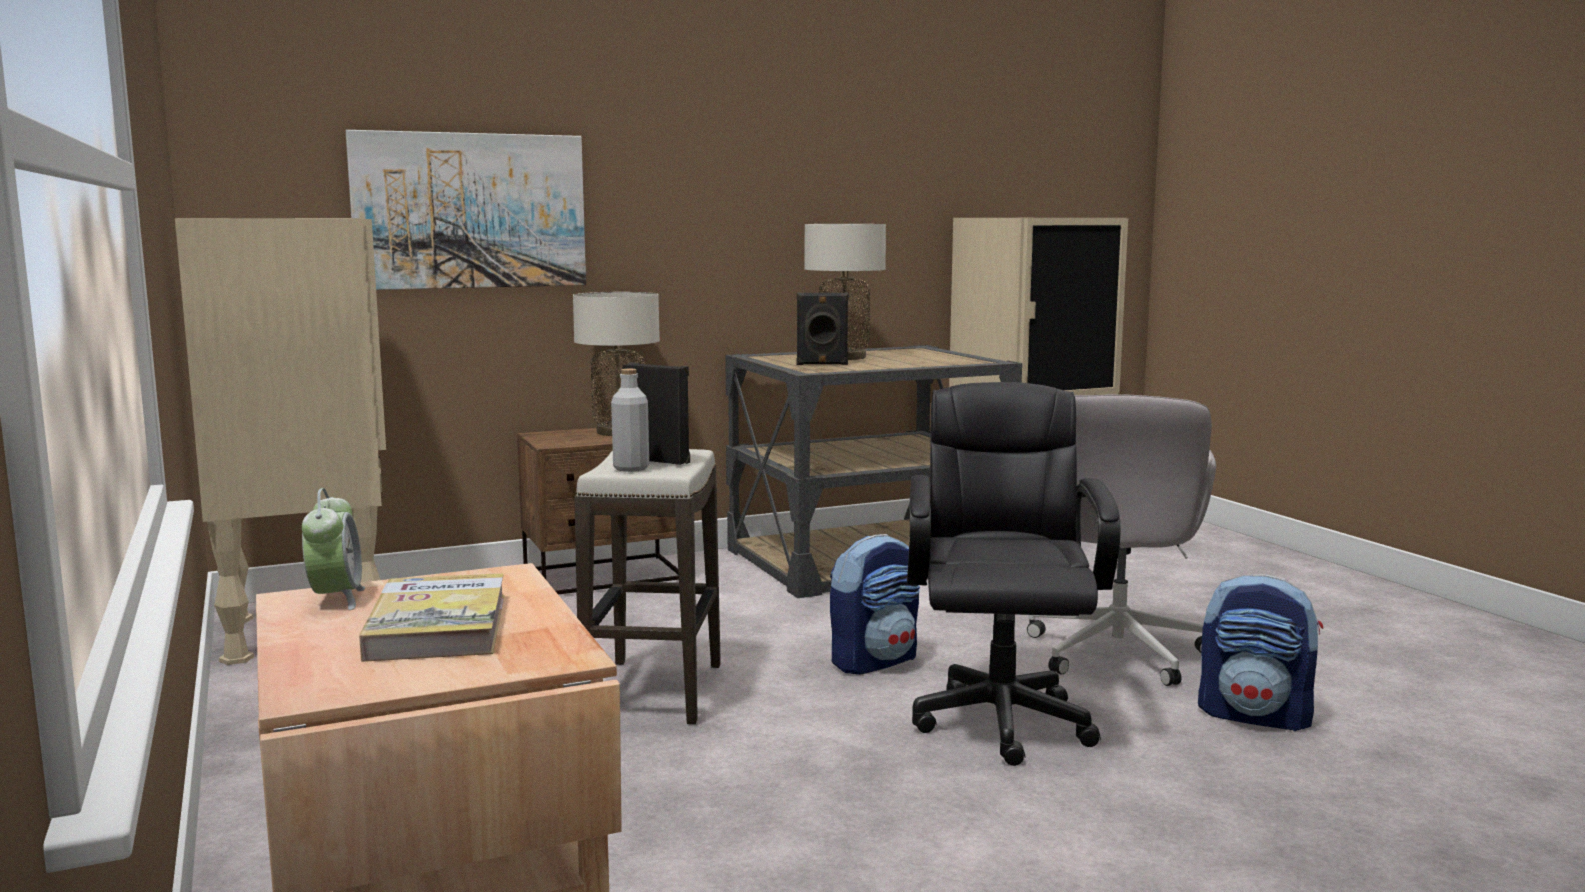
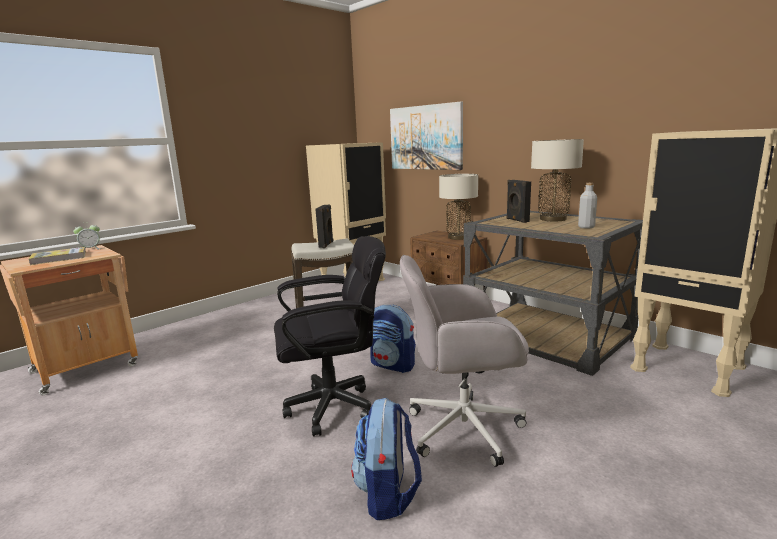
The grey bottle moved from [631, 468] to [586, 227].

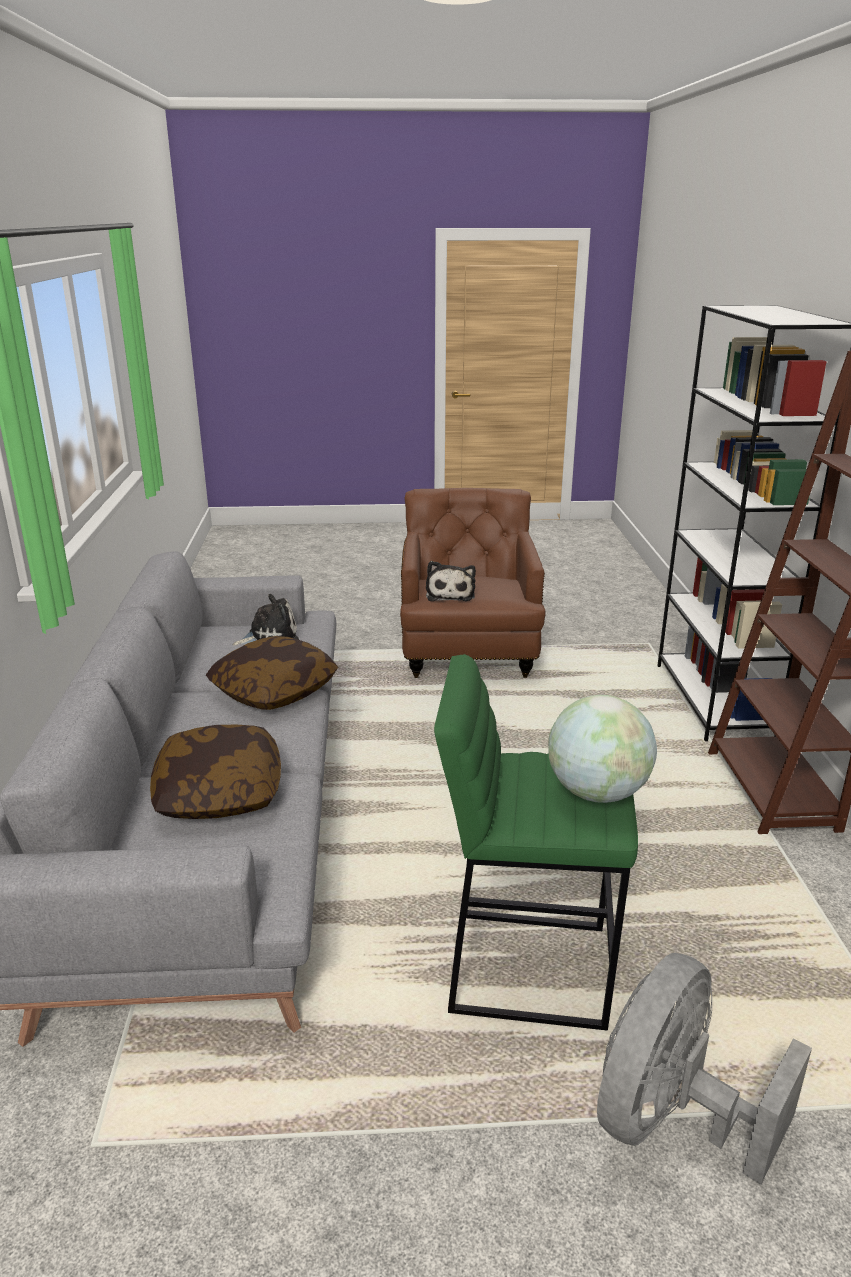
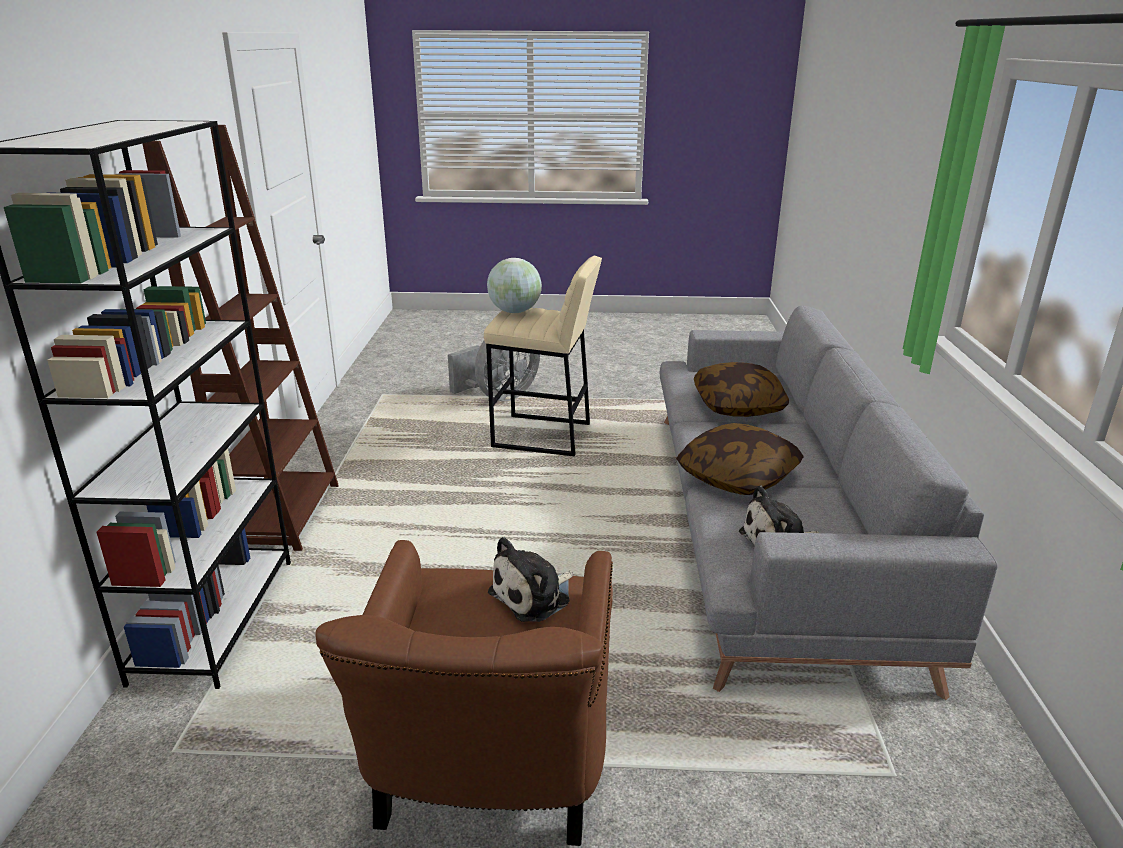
The green stool at [523, 968] became the beige stool at [544, 436].
The plush toy at [450, 594] turned 135 degrees counterclockwise.

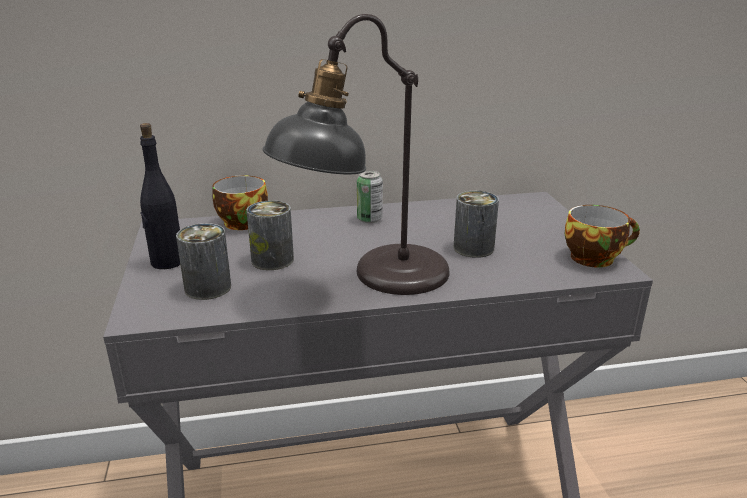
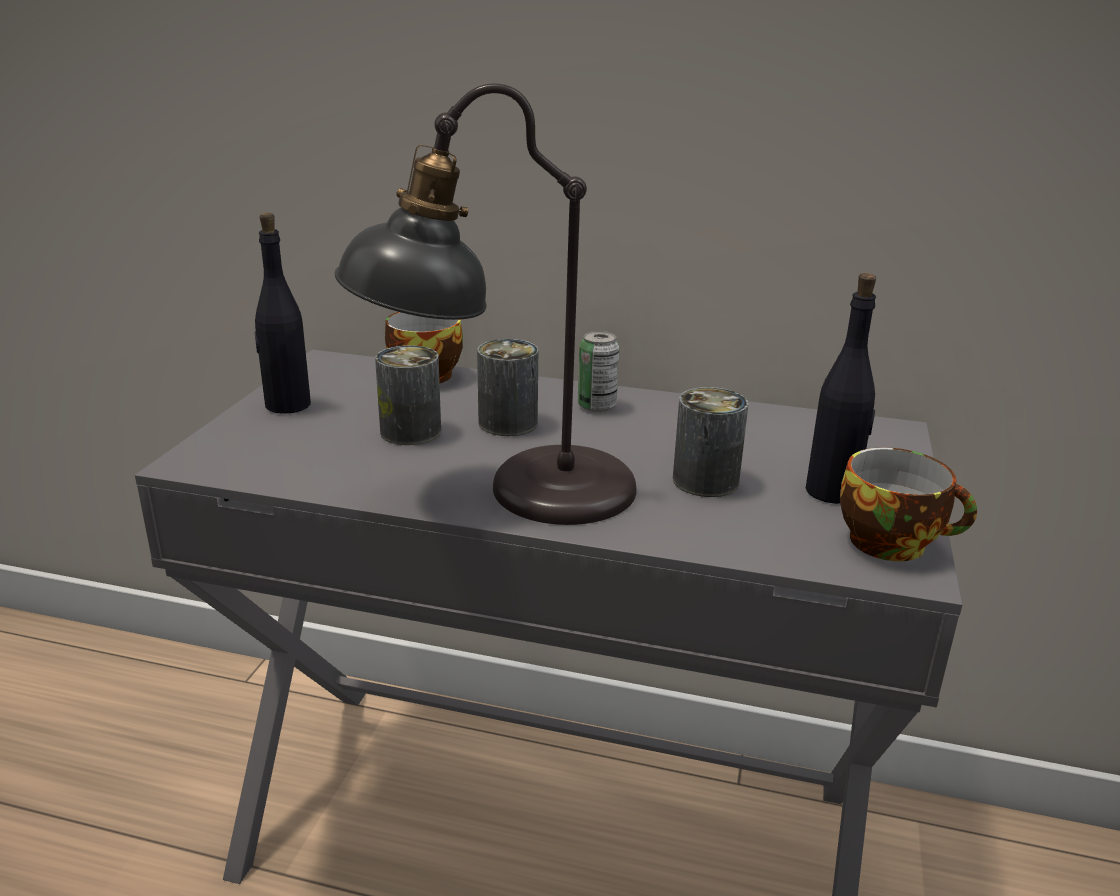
The black bottle at [832, 492] appeared.
The can moved from [208, 288] to [508, 423].

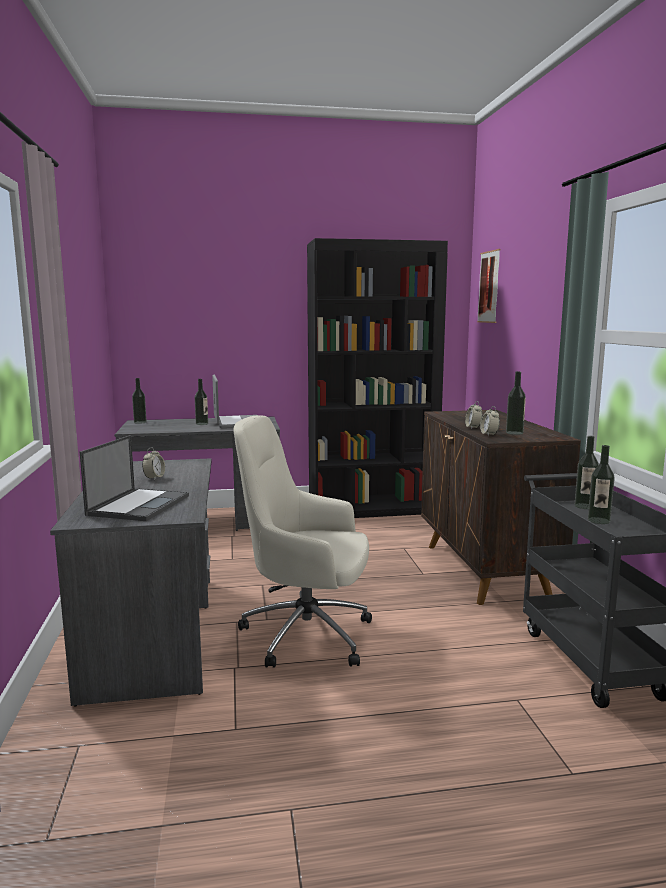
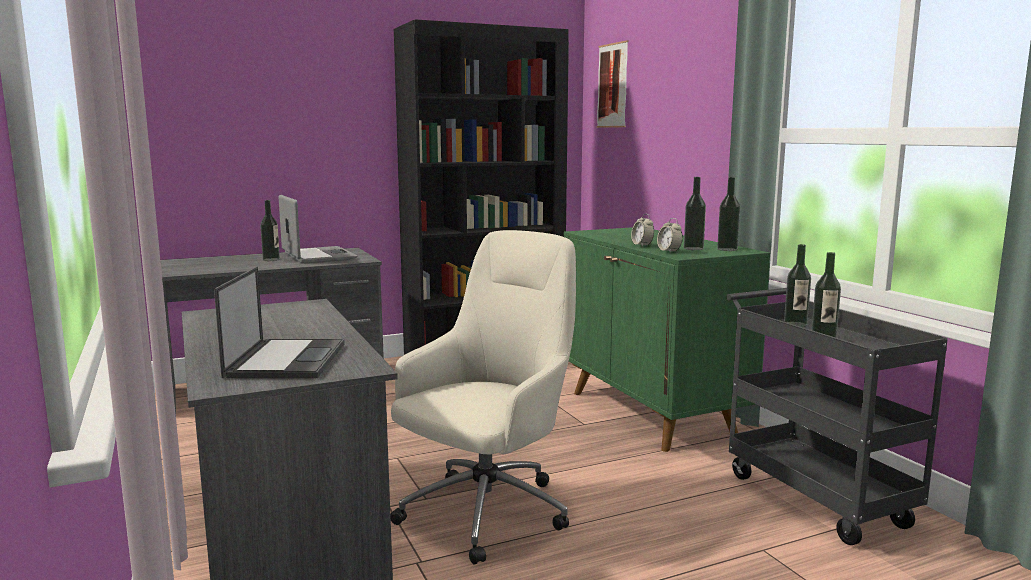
The alarm clock at [154, 478] disappeared.
The bottle moved from [140, 422] to [727, 249].
The brown cabinet at [485, 570] became the green cabinet at [651, 413].
The beige office chair at [306, 637] turned 135 degrees clockwise.

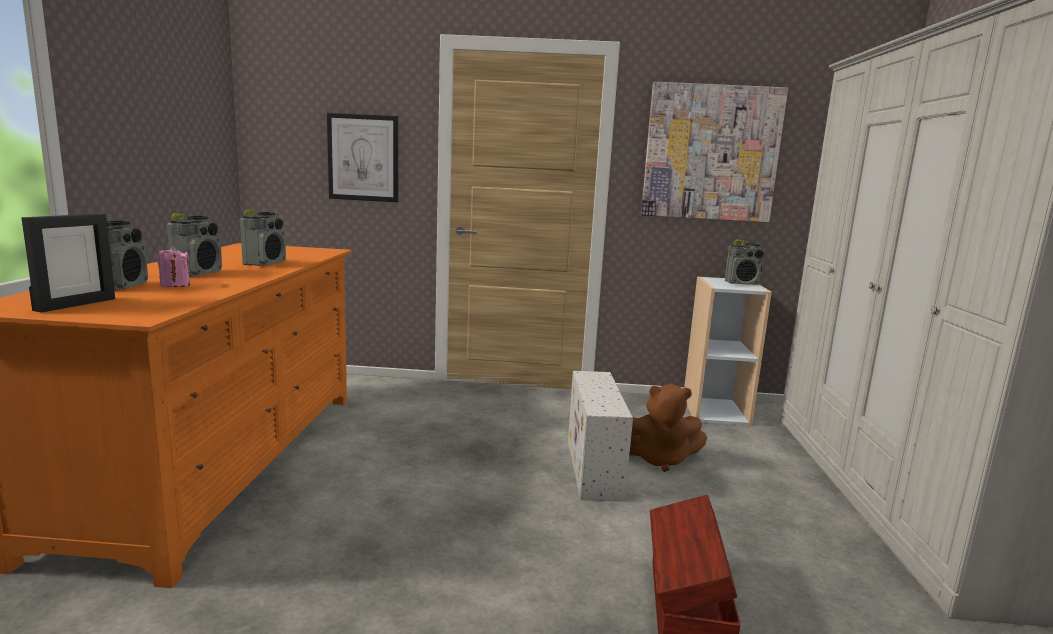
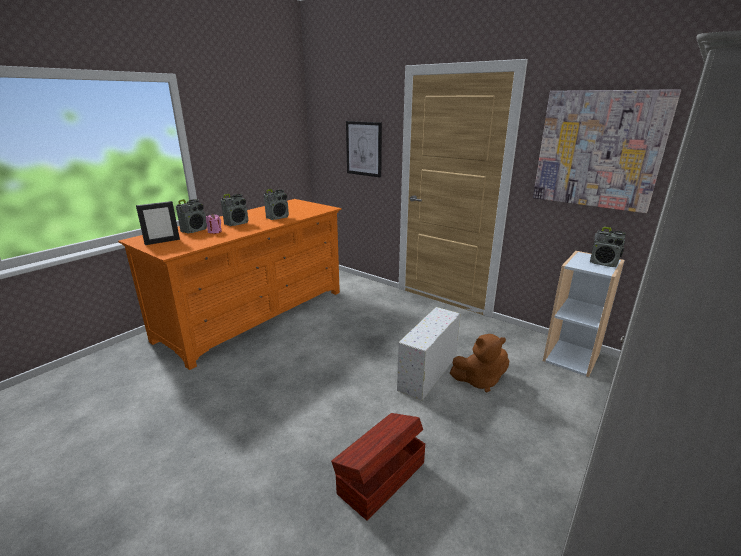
The brown plush toy at [659, 459] turned 45 degrees counterclockwise.

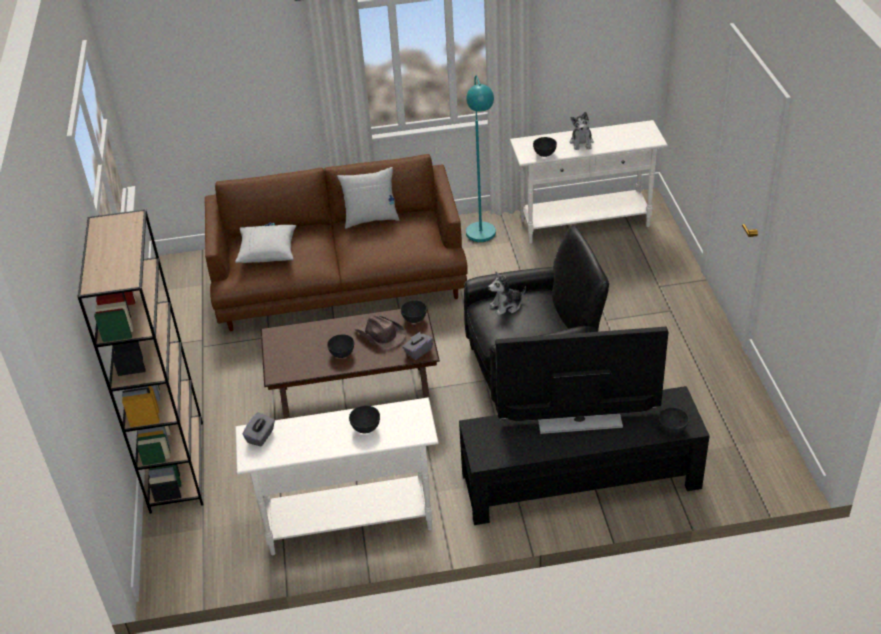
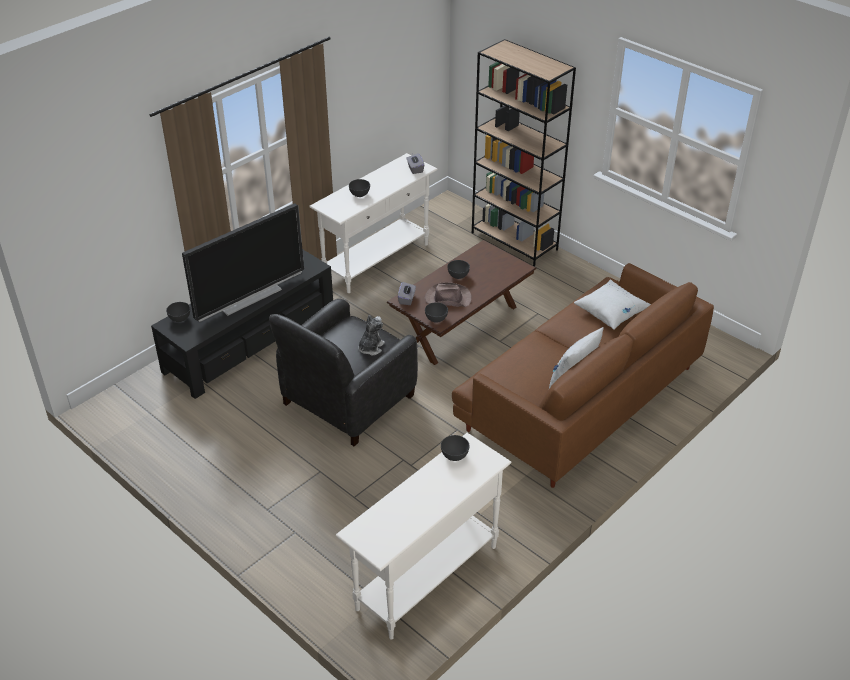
The turquoise floor lamp at [482, 239] disappeared.
The plush toy at [581, 142] disappeared.

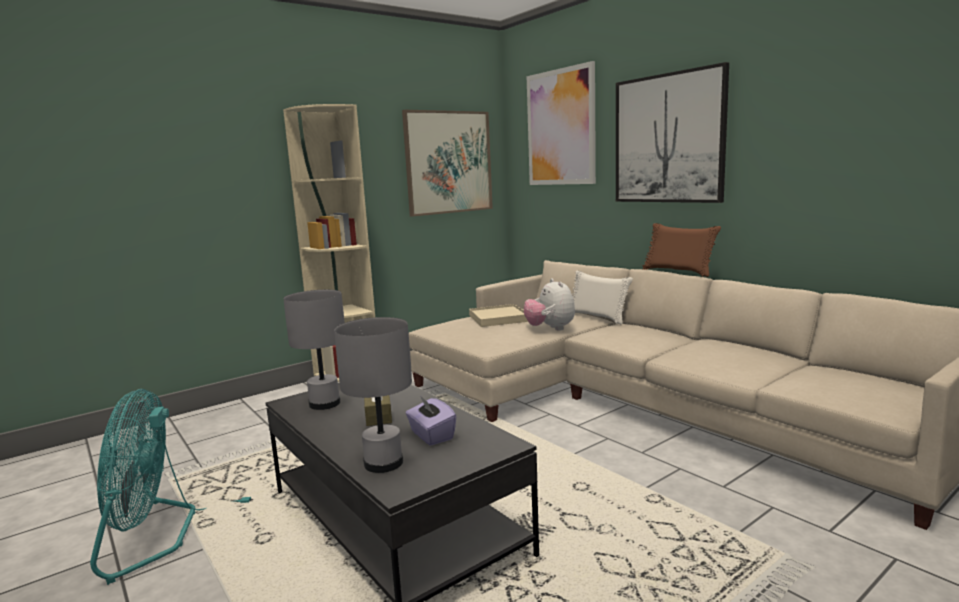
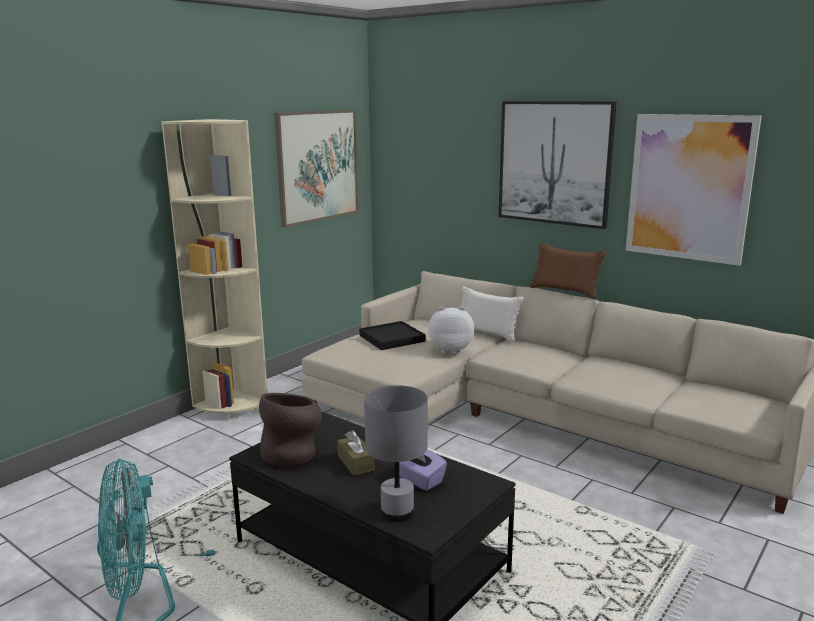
The picture moved from [561, 127] to [689, 187].
The grey table lamp at [325, 403] was replaced by the brown vase at [293, 454].
The beige tray at [498, 318] became the black tray at [391, 338].
The plush toy at [550, 329] turned 120 degrees clockwise.

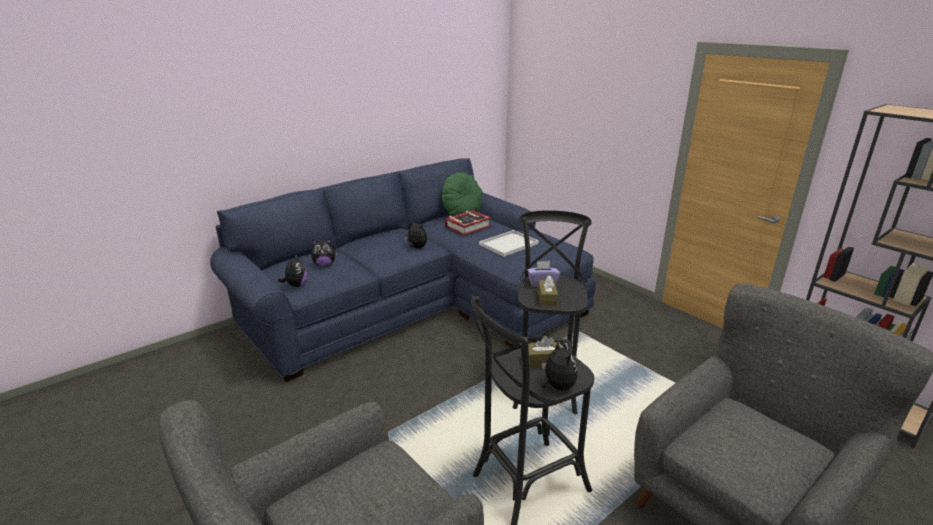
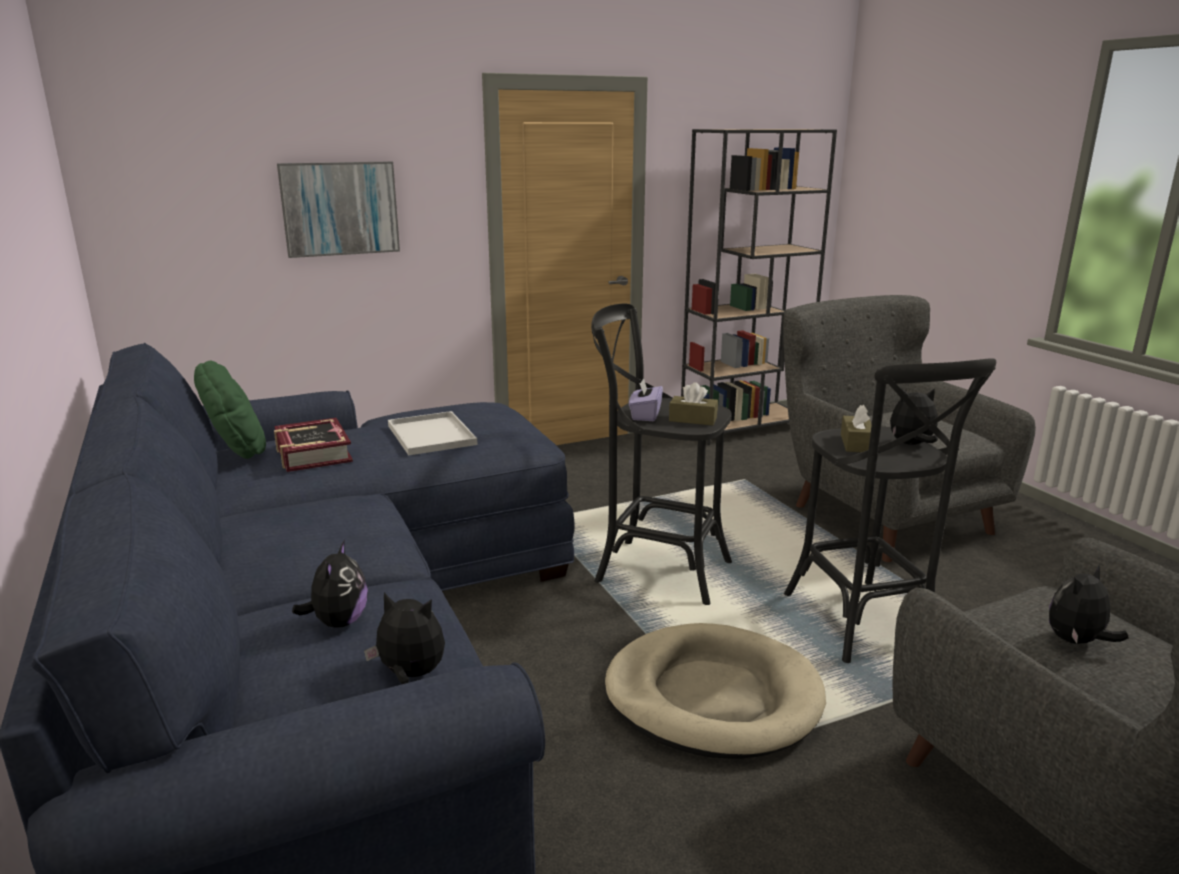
The picture at [340, 208] appeared.
The beige dog bed at [712, 696] appeared.
The plush toy moved from [416, 247] to [1076, 641].

